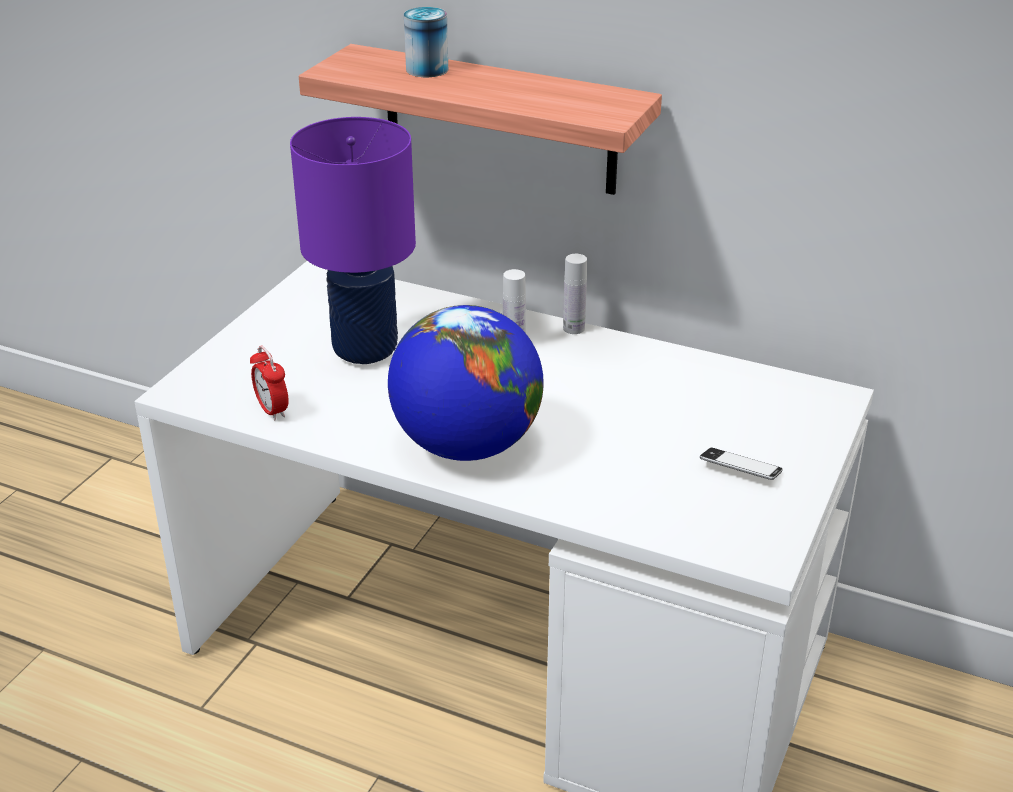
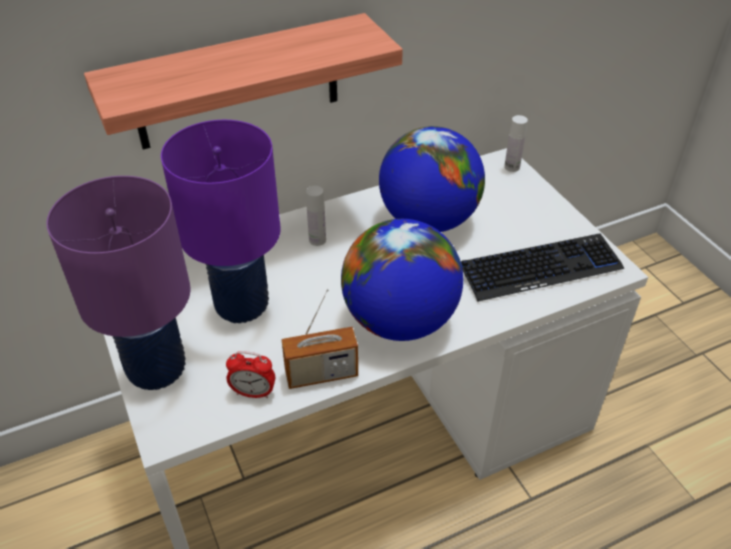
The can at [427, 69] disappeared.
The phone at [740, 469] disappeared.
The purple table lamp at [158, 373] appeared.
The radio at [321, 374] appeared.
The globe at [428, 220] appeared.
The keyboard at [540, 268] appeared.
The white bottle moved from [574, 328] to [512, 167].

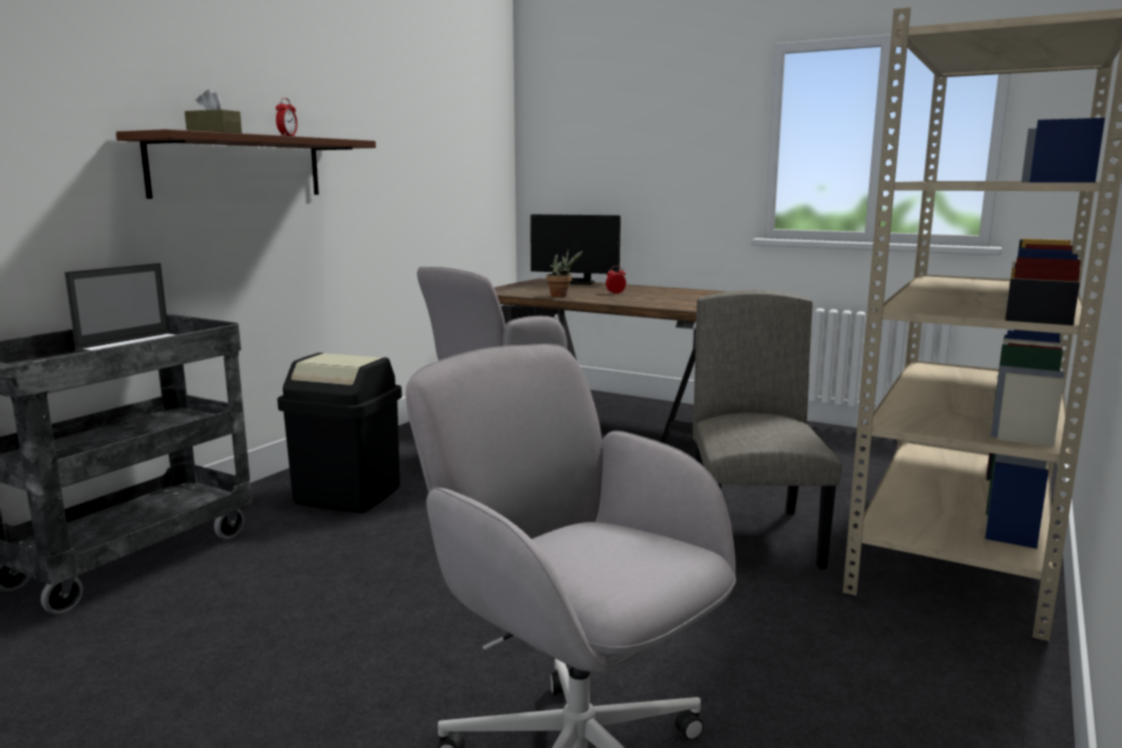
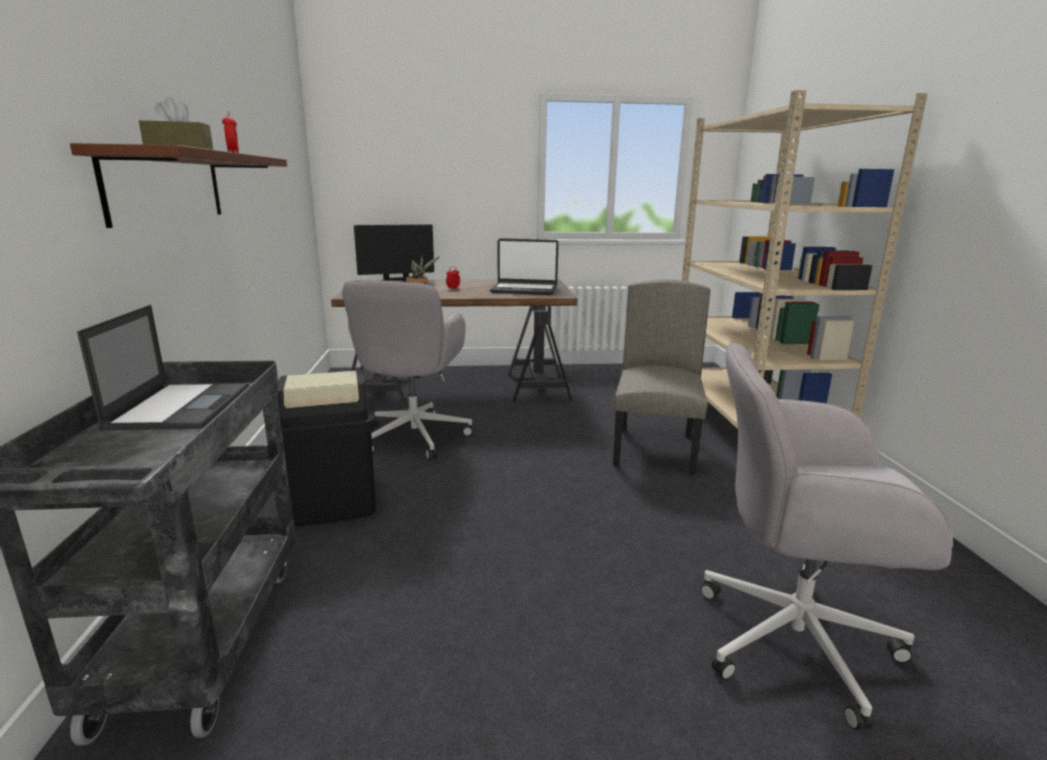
The laptop at [524, 290] appeared.
The beige chair at [755, 537] turned 45 degrees clockwise.

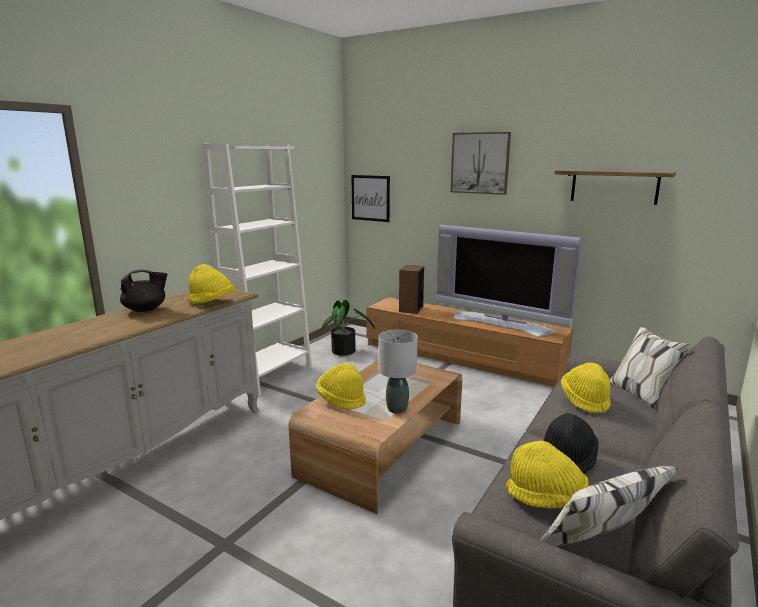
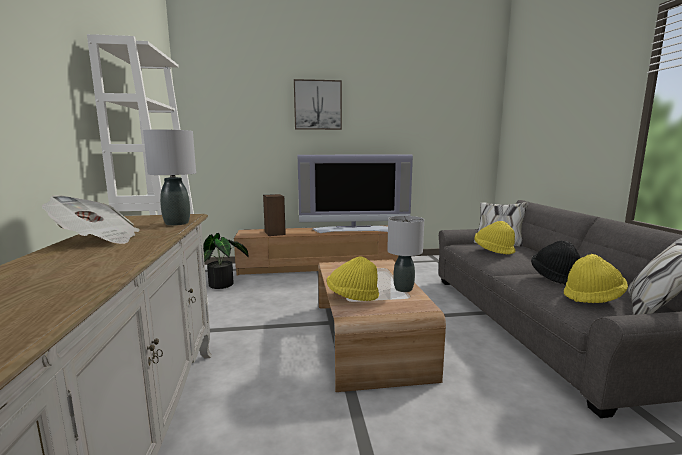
The picture at [370, 198] disappeared.
The shelf at [614, 186] disappeared.
The black teapot at [146, 310] was replaced by the newspaper at [97, 240].
The yellow hat at [212, 302] was replaced by the grey table lamp at [176, 223].

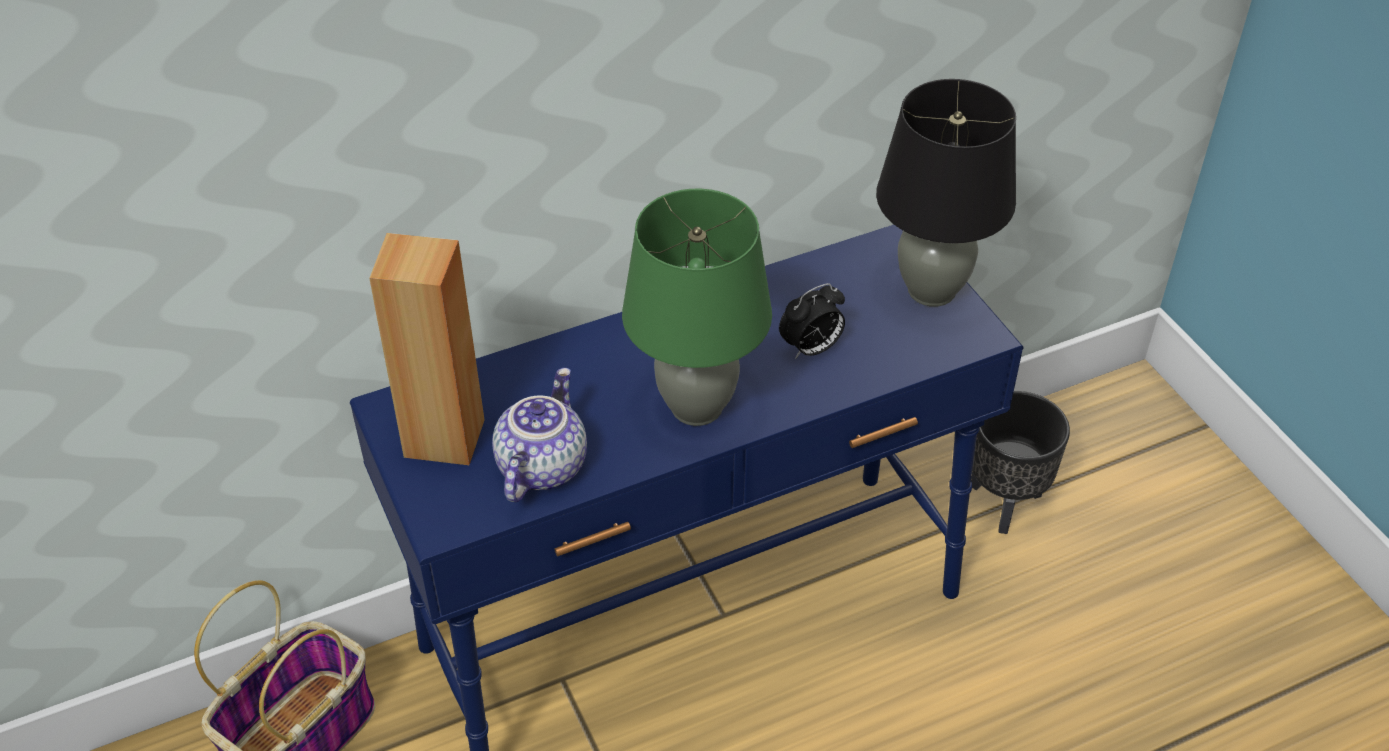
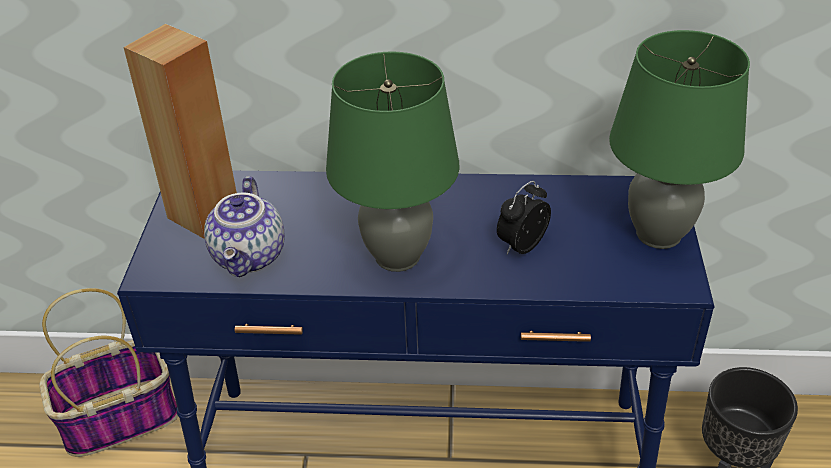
The black table lamp at [932, 291] became the green table lamp at [658, 235].
The teapot at [540, 466] turned 135 degrees clockwise.
The alarm clock at [811, 349] turned 135 degrees clockwise.

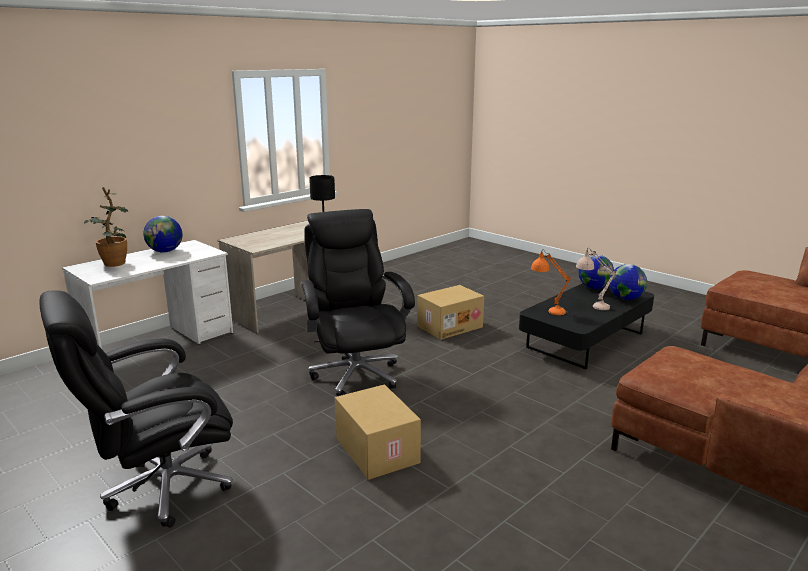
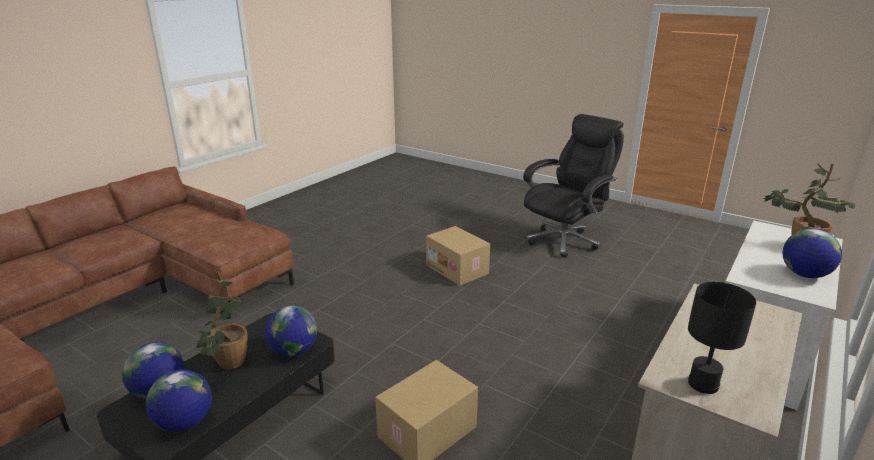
The black office chair at [355, 374] disappeared.
The orange table lamp at [547, 310] was replaced by the globe at [294, 351].
The beige table lamp at [591, 306] was replaced by the potted plant at [228, 365].

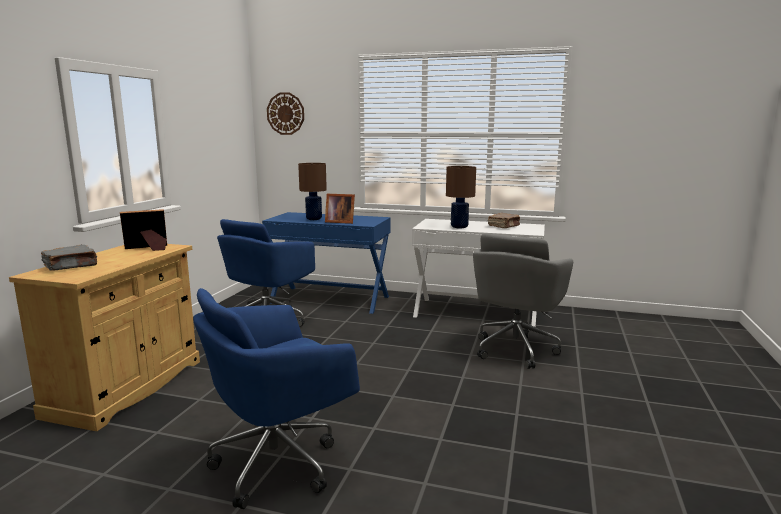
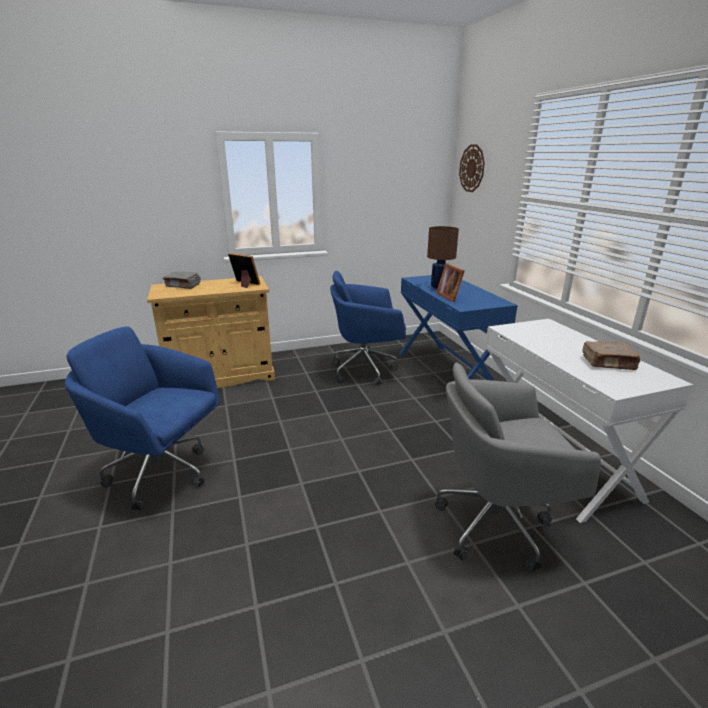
The brown table lamp at [459, 227] disappeared.

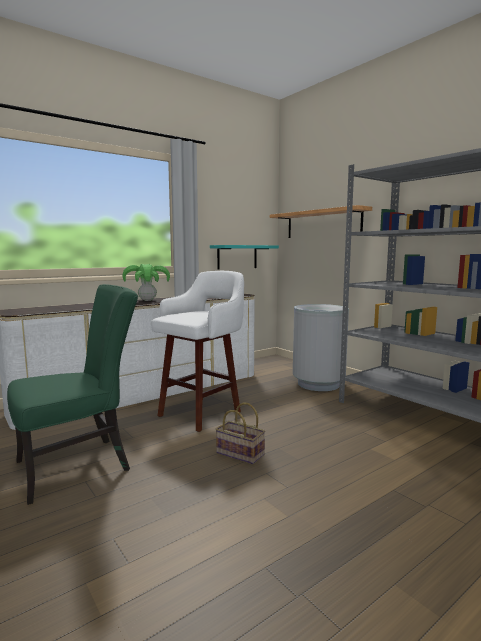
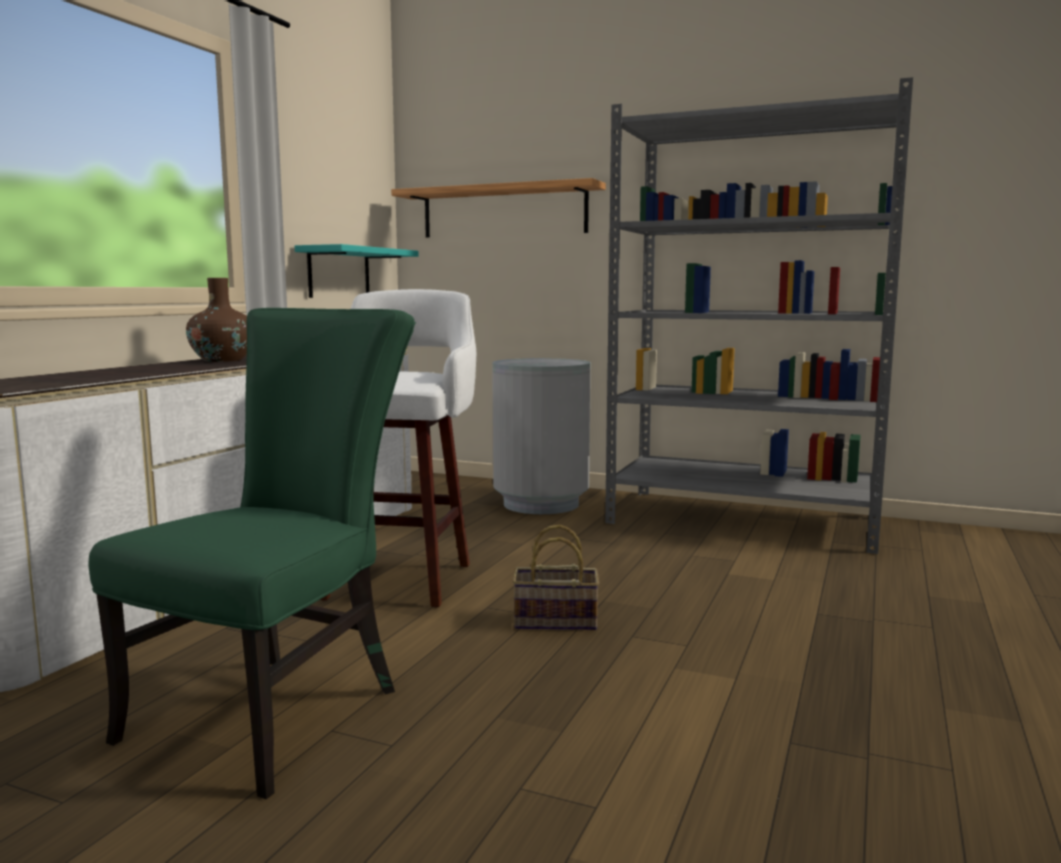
The potted plant at [147, 300] was replaced by the brown vase at [223, 360].

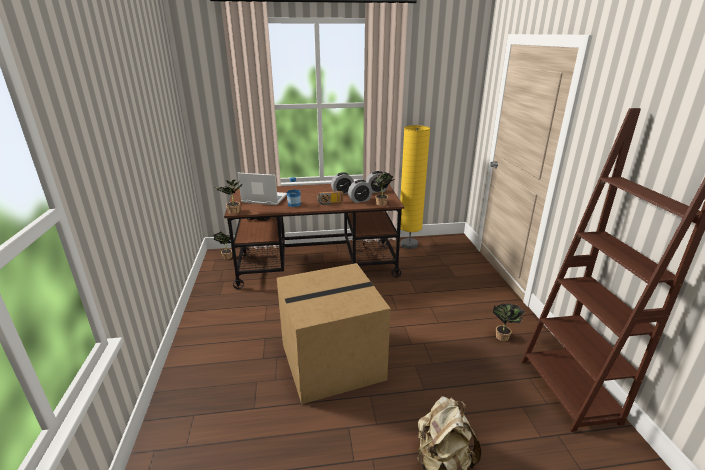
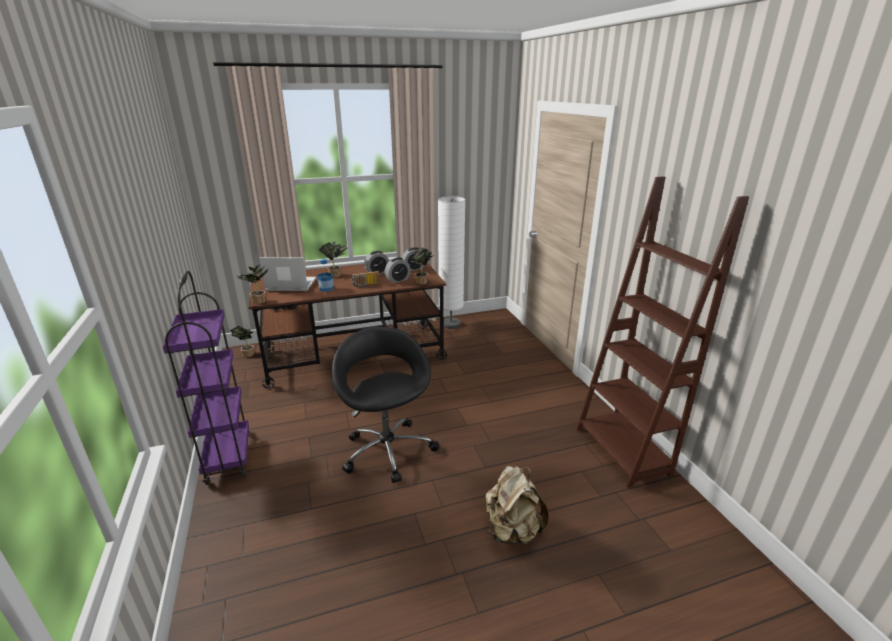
The purple cart at [228, 458] appeared.
The potted plant moved from [503, 336] to [336, 275].
The cardboard box at [333, 360] was replaced by the black office chair at [387, 450].
The yellow floor lamp at [409, 245] became the white floor lamp at [451, 324].

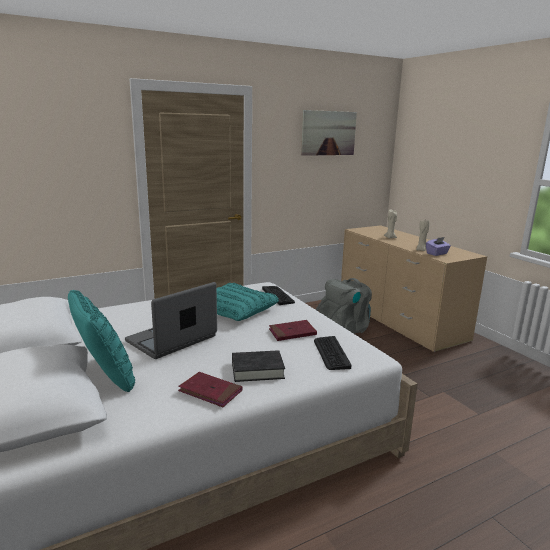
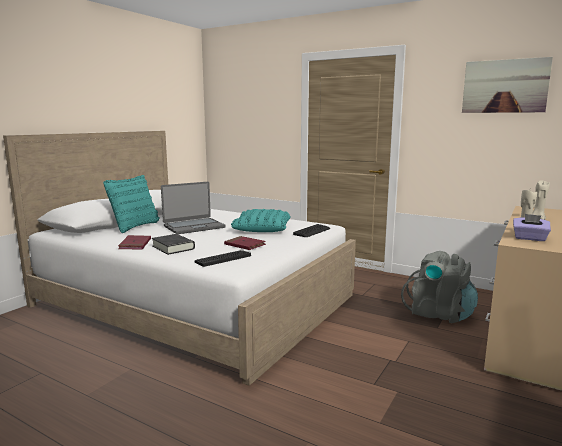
The laptop at [172, 339] turned 135 degrees clockwise.

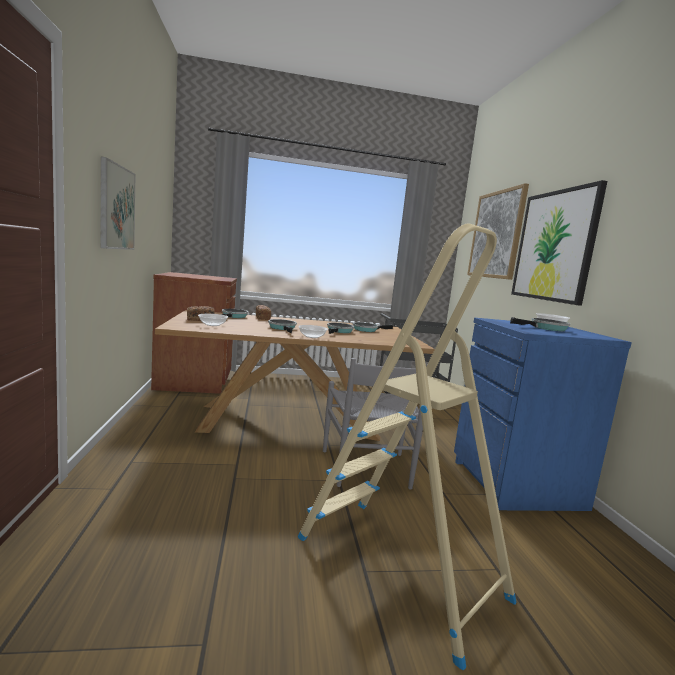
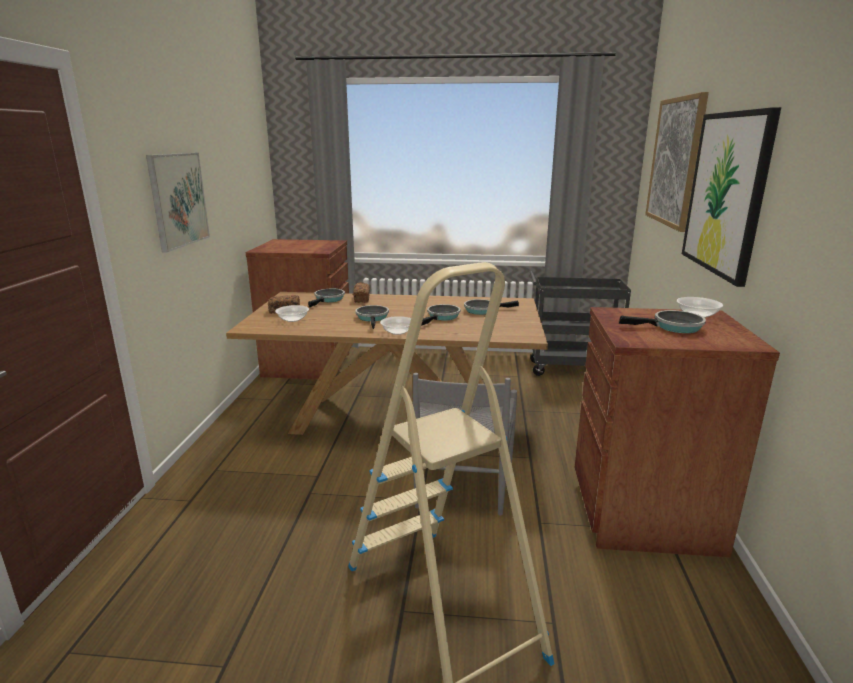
The blue dresser at [517, 485] became the brown dresser at [645, 515].

